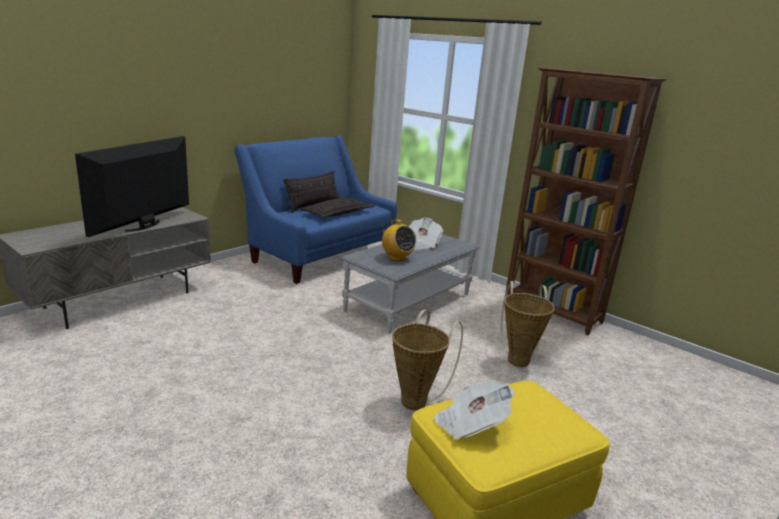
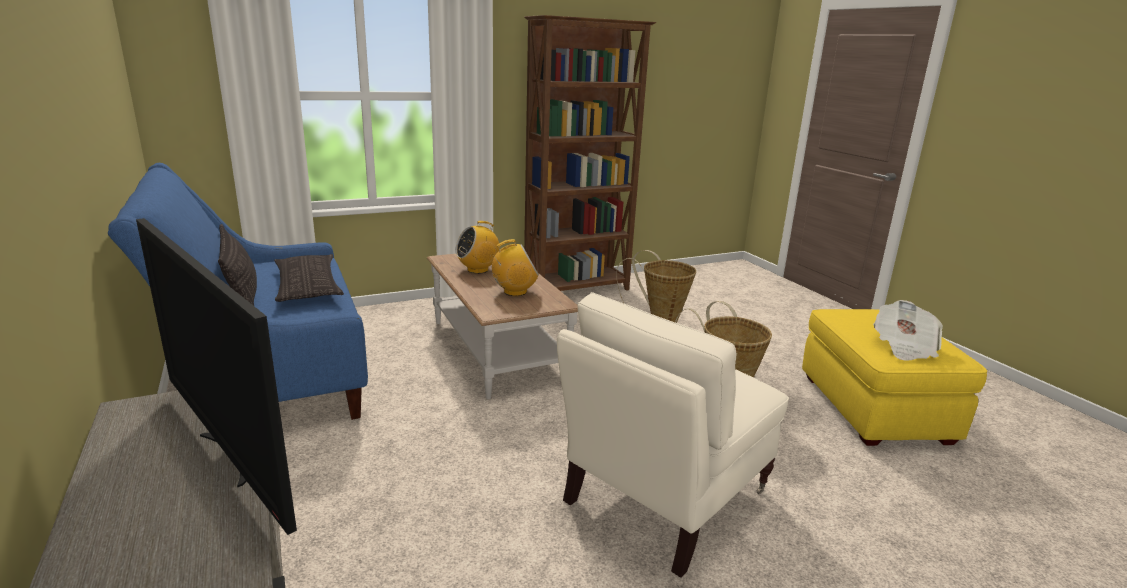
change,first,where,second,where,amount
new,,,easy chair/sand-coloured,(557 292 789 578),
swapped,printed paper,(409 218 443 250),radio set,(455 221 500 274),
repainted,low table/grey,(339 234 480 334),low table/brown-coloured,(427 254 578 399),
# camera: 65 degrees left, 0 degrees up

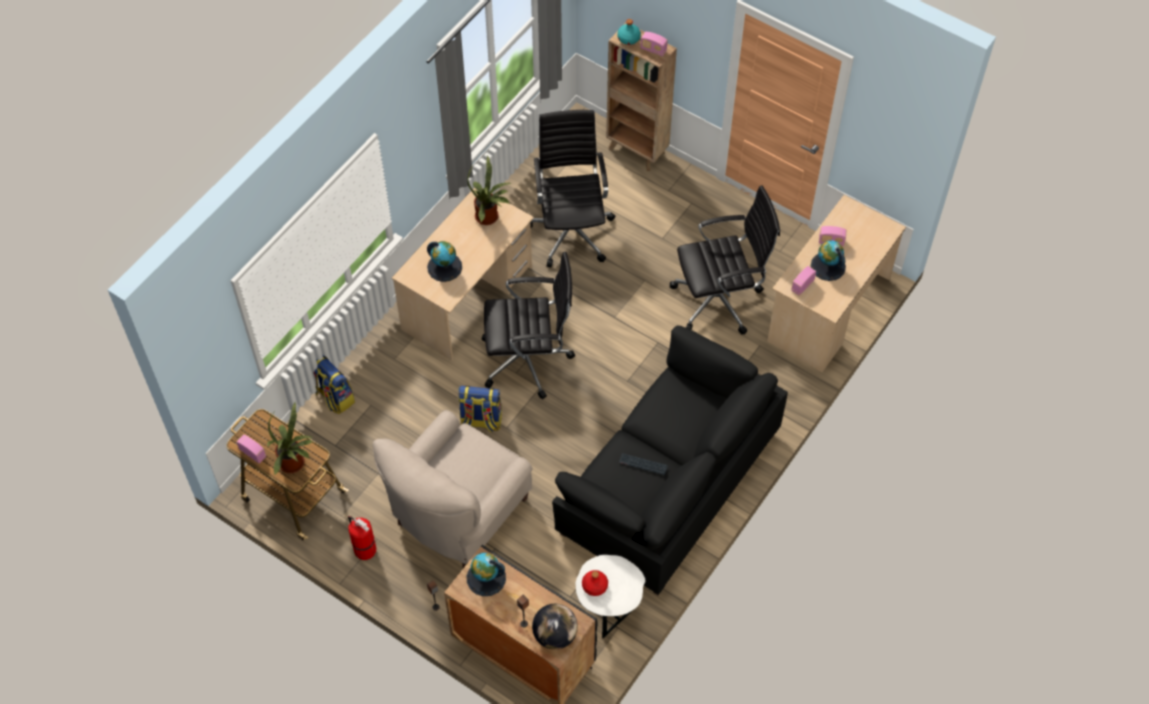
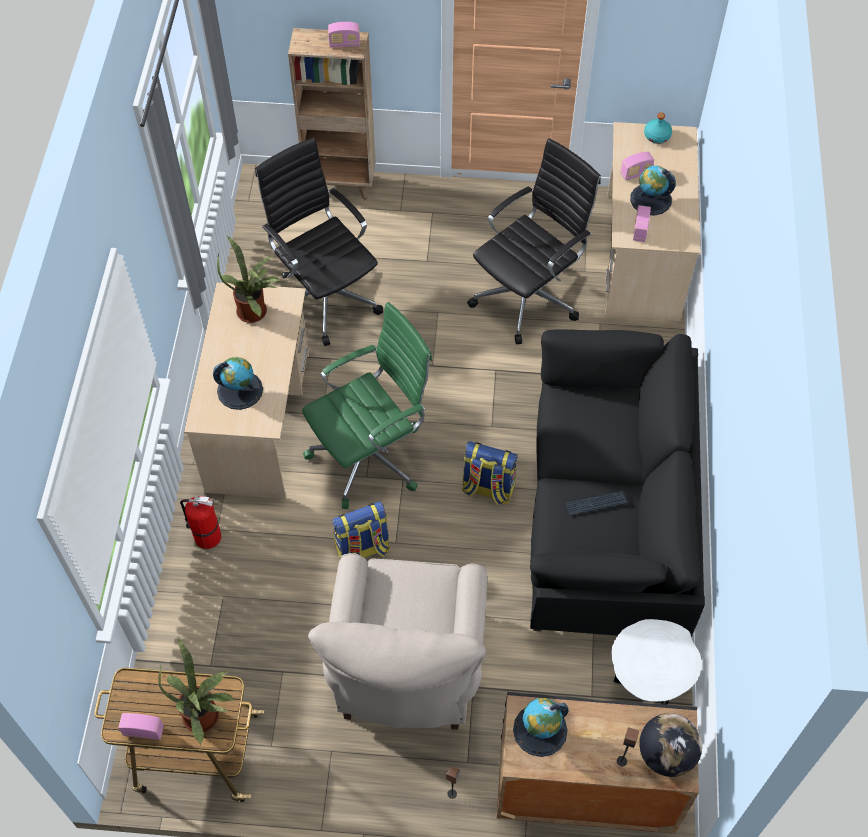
change,first,where,second,where,amount
gone,bottle/reddish,(582 570 608 596),,,
shifted,backpack,(314 354 355 414),,(462 441 518 505),
shifted,fire-fighting cylinder,(348 516 376 560),,(180 496 221 549),
shifted,bottle/blue-green,(617 19 641 45),,(644 113 672 144),
repainted,office chair/black,(482 252 575 399),office chair/green-coloured,(302 302 432 509),
# camera: 30 degrees left, 0 degrees up

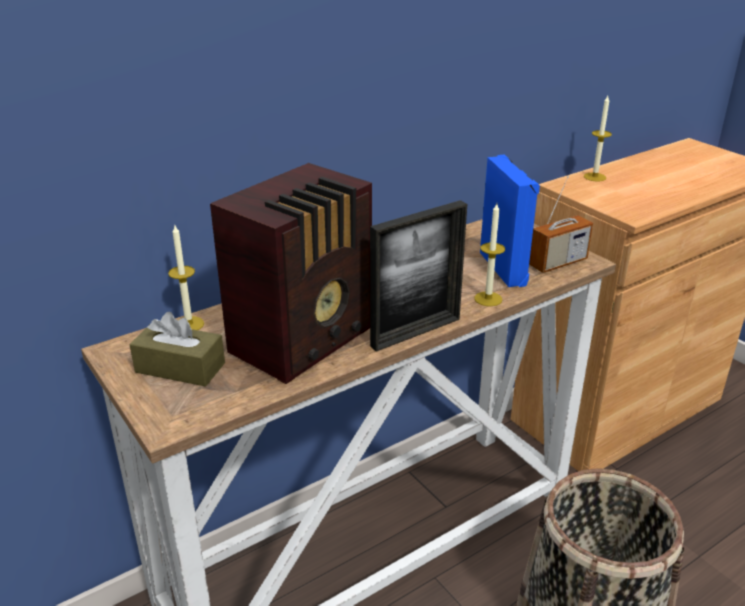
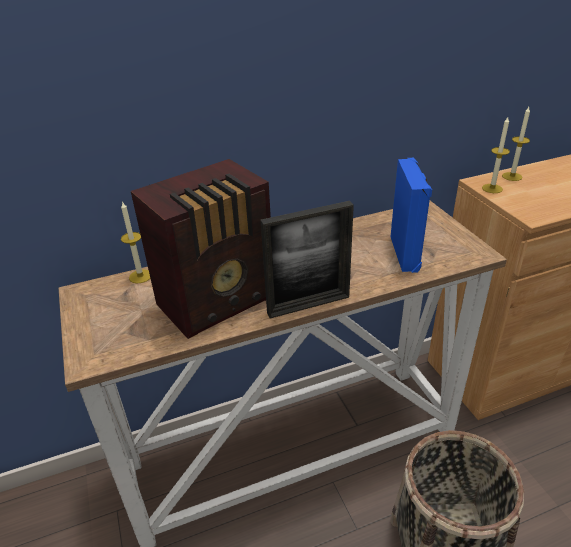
change,first,where,second,where,amount
gone,box of tissues/brown-coloured,(129 312 225 387),,,
gone,radio set,(529 175 593 273),,,
shifted,candle,(474 203 505 306),,(482 117 510 193),
# camera: 15 degrees right, 5 degrees up

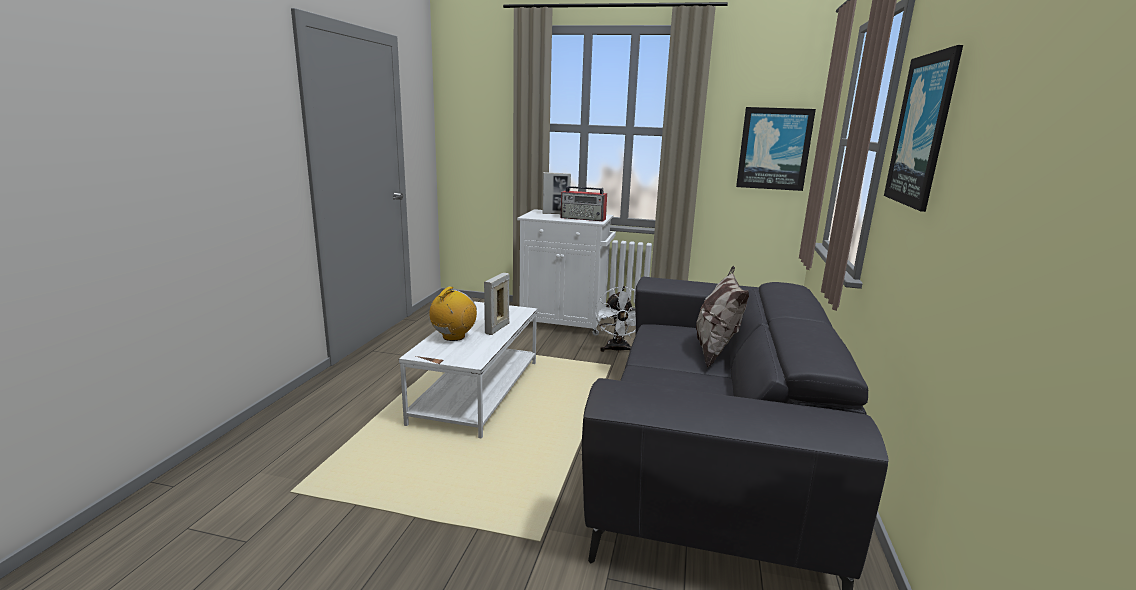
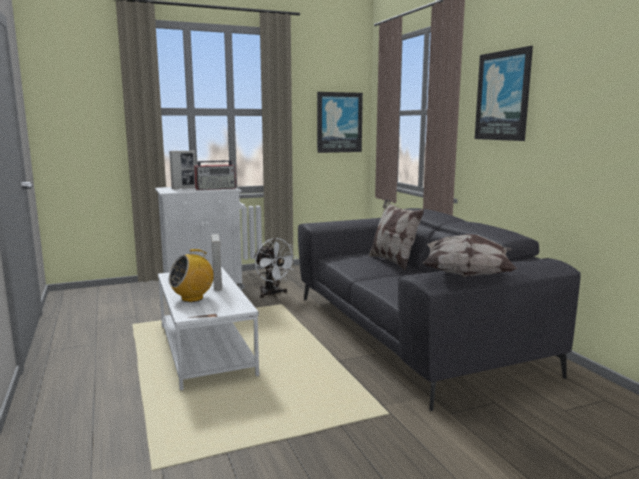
change,first,where,second,where,amount
new,,,throw pillow,(423 234 518 278),
rotated,radio set,(429 286 477 341),,(169 249 214 302),120 degrees counterclockwise
# camera: 35 degrees left, 5 degrees down

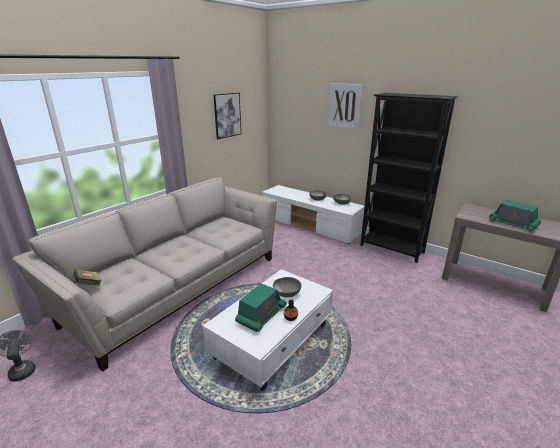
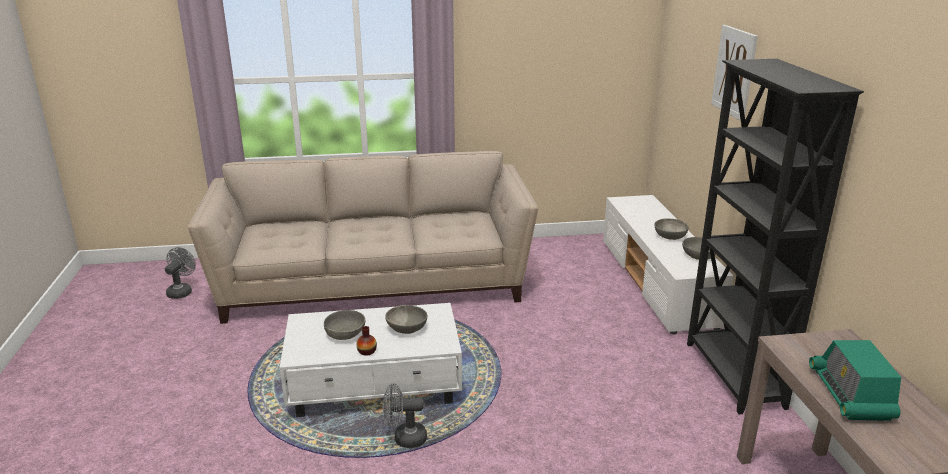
change,first,where,second,where,amount
gone,book,(73 270 101 286),,,
gone,picture,(213 92 241 139),,,
new,,,electric fan/grey,(383 383 427 448),
swapped,radio set,(235 283 287 332),bowl/grey,(324 310 365 340),
# camera: 45 degrees right, 0 degrees up

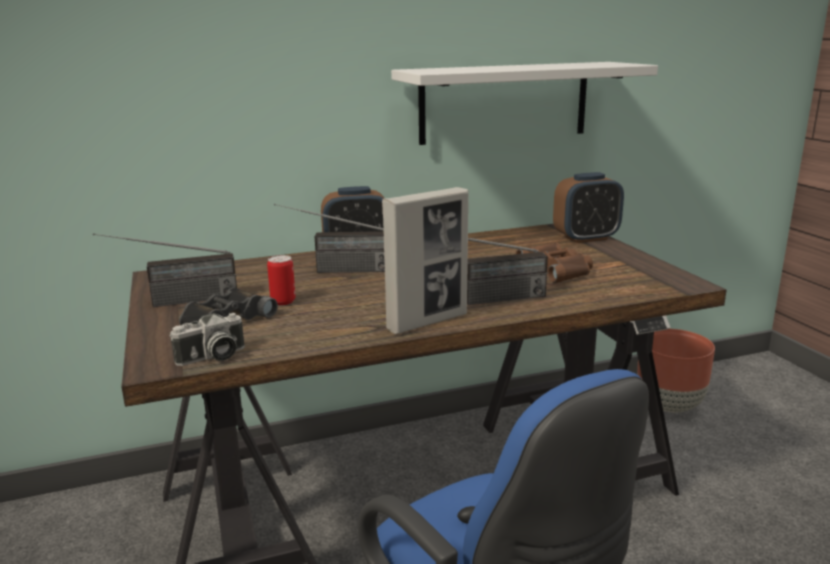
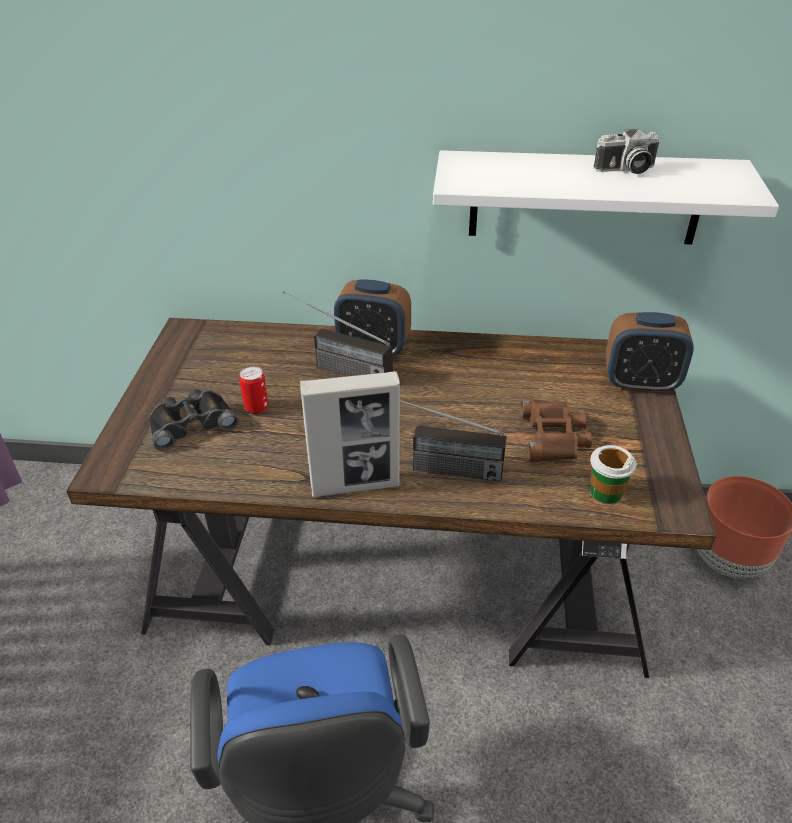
change,first,where,second,where,amount
gone,radio set,(93 233 237 307),,,
new,,,small cup,(590 445 637 504),
shifted,still camera,(170 313 245 366),,(594 129 660 174),
# camera: 25 degrees right, 20 degrees up

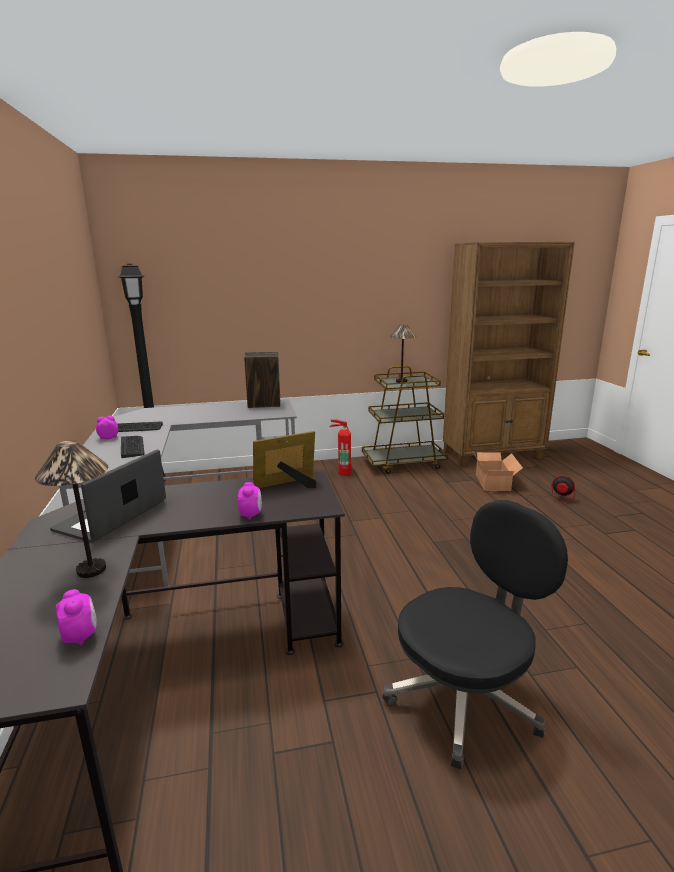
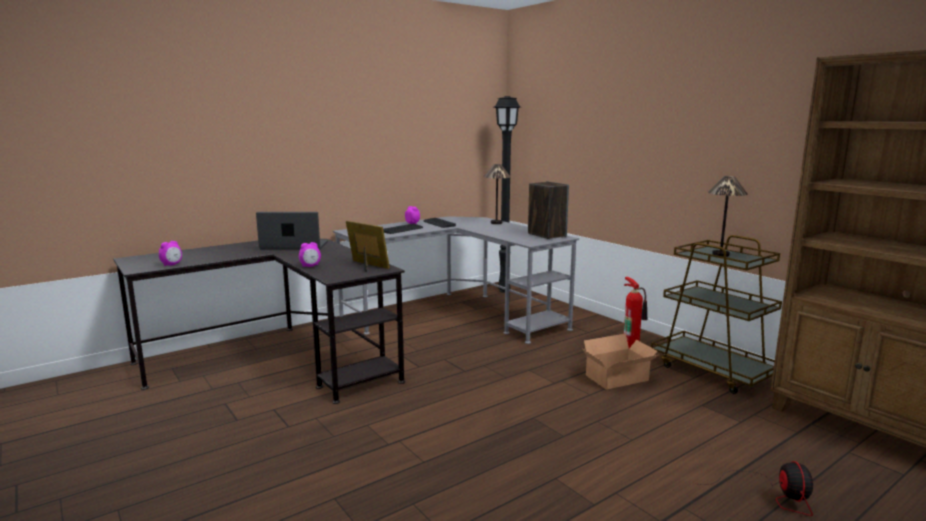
change,first,where,second,where,amount
gone,office chair/black,(383 500 568 770),,,
shifted,lamp for a table,(35 440 108 578),,(484 164 511 224),
shifted,carton,(474 452 523 491),,(583 334 658 389),
# camera: 65 degrees right, 5 degrees down

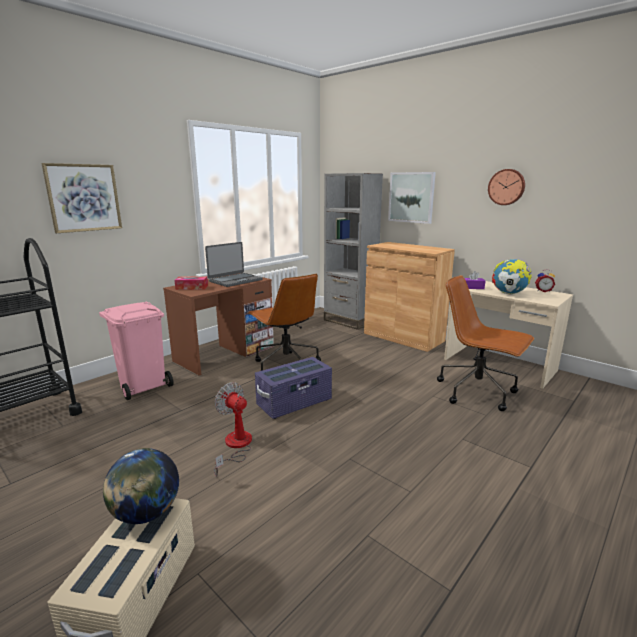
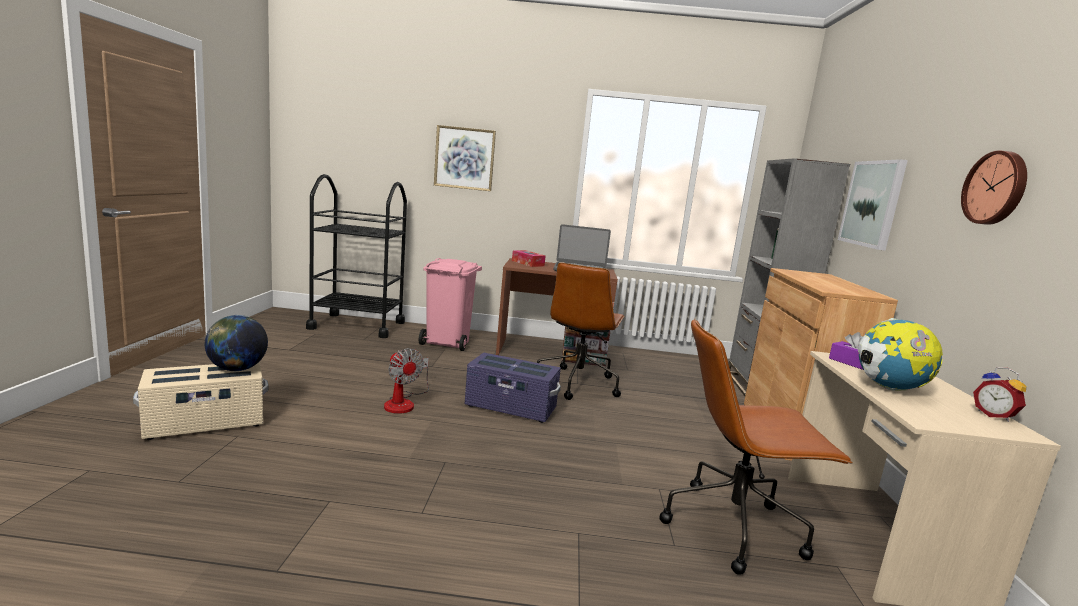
change,first,where,second,where,amount
rotated,electric fan,(214 382 252 477),,(384 348 429 414),135 degrees clockwise
rotated,office chair/brown-coloured,(437 275 534 411),,(660 318 853 575),90 degrees counterclockwise
# camera: 50 degrees right, 5 degrees down

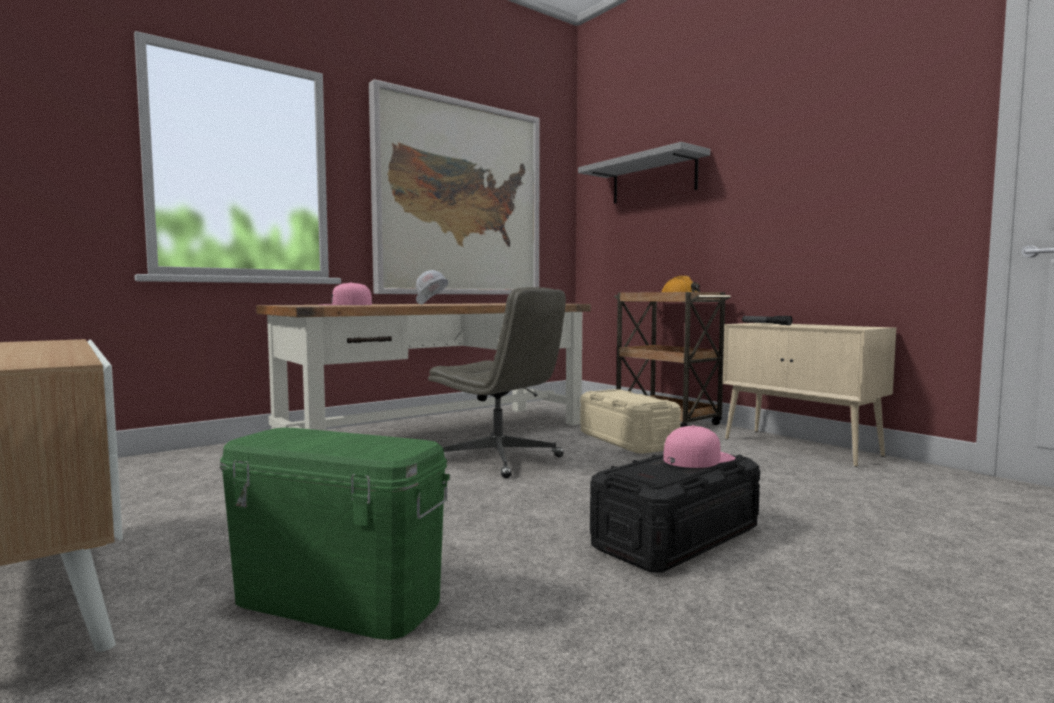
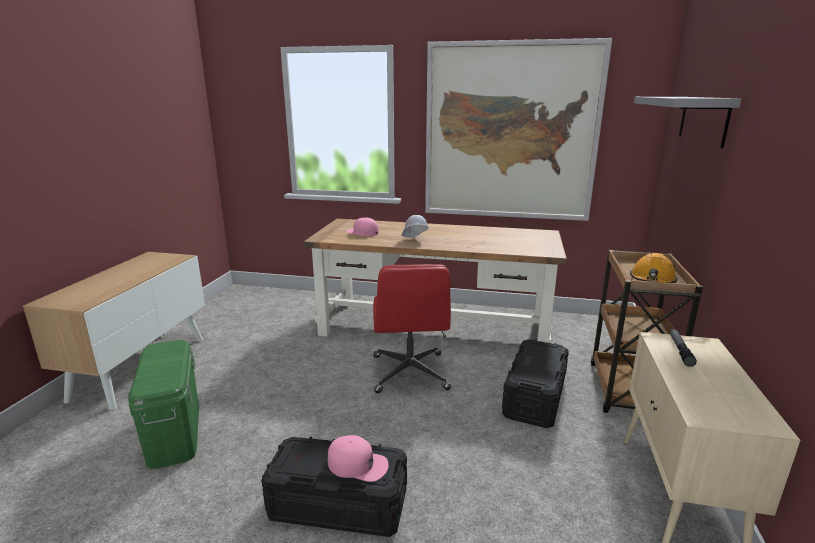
change,first,where,second,where,amount
repainted,office chair/grey,(428 287 566 478),office chair/reddish,(373 264 451 393),
repainted,storage container/sand-coloured,(580 389 681 454),storage container/black,(502 339 569 428),
# camera: 50 degrees right, 15 degrees up

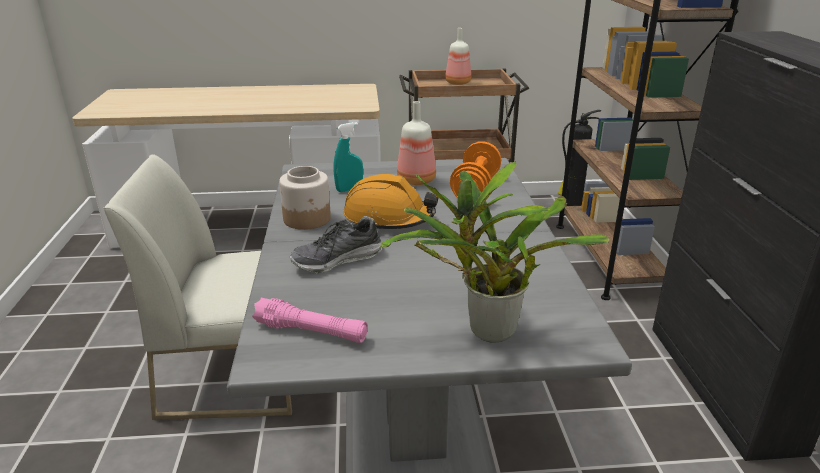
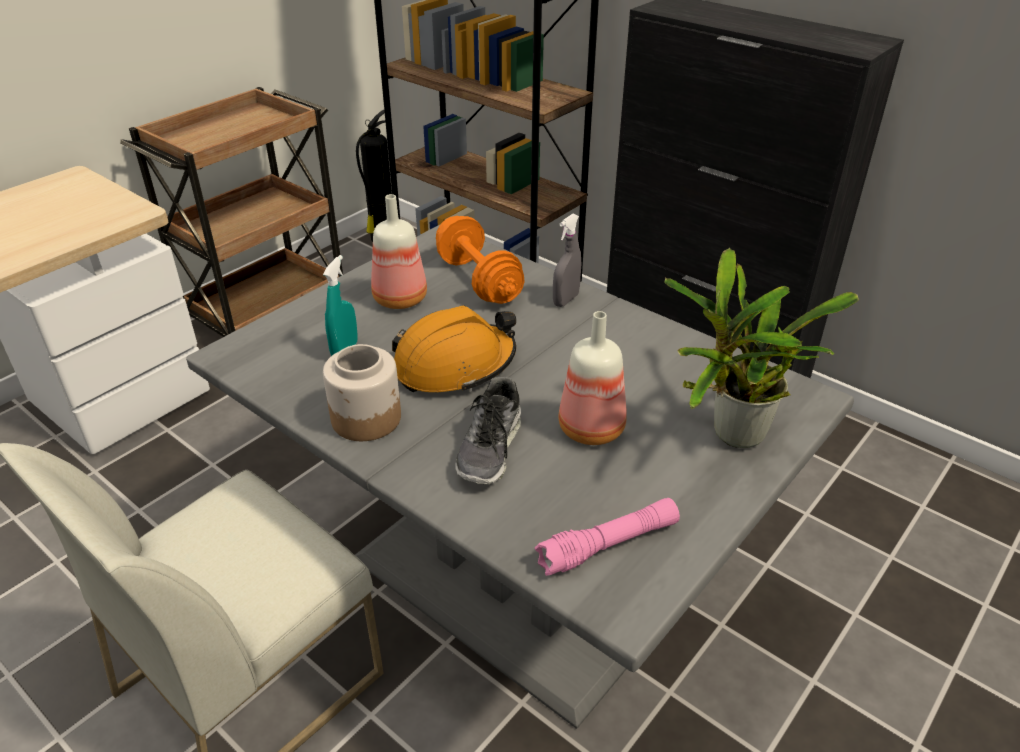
change,first,where,second,where,amount
new,,,hand sprayer/grey,(553 214 581 307),
shifted,bottle,(445 28 471 85),,(558 311 627 445),
# camera: 45 degrees left, 10 degrees up

